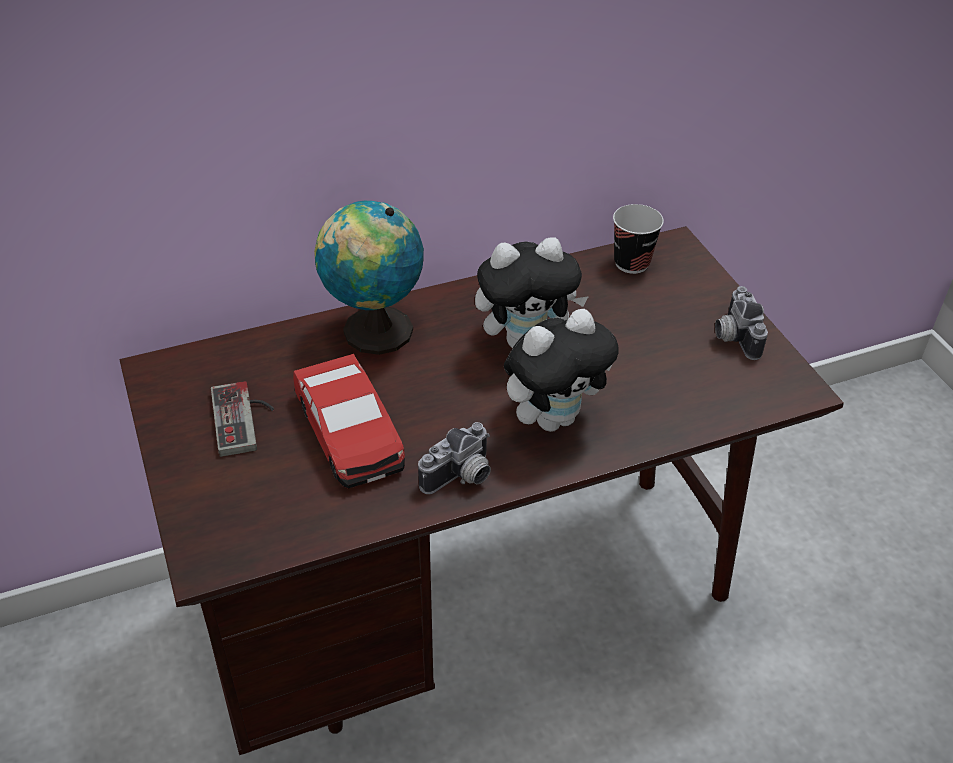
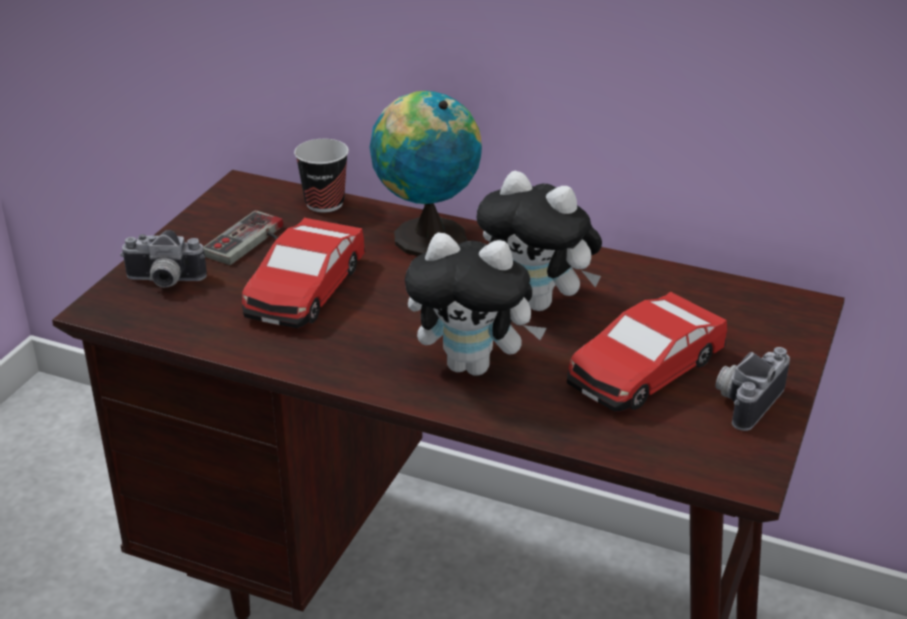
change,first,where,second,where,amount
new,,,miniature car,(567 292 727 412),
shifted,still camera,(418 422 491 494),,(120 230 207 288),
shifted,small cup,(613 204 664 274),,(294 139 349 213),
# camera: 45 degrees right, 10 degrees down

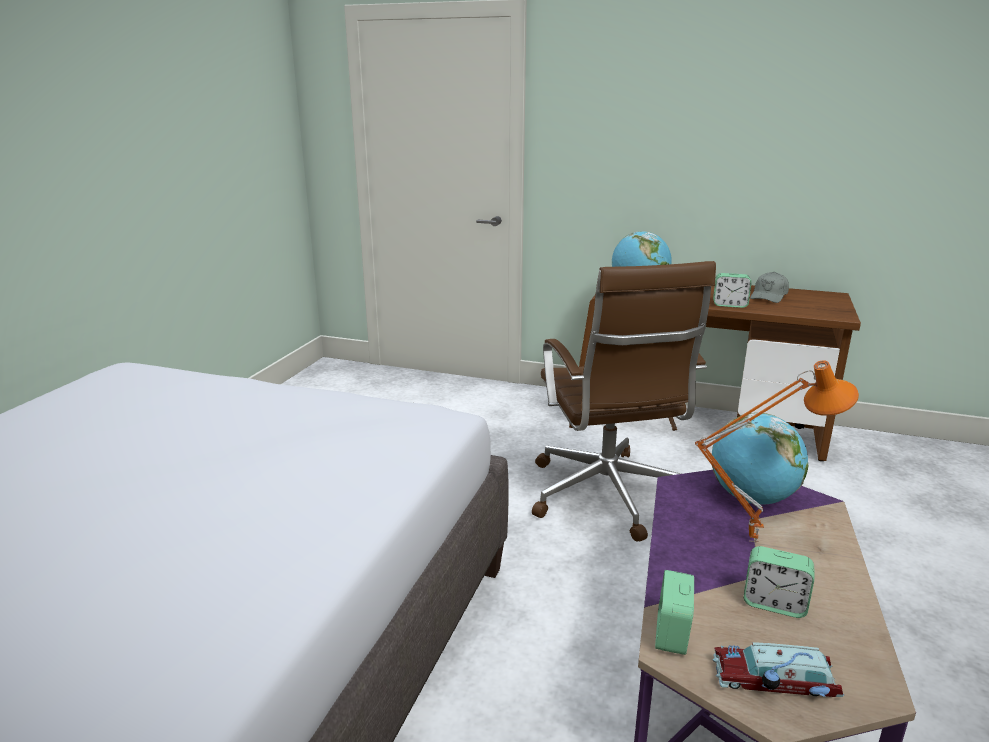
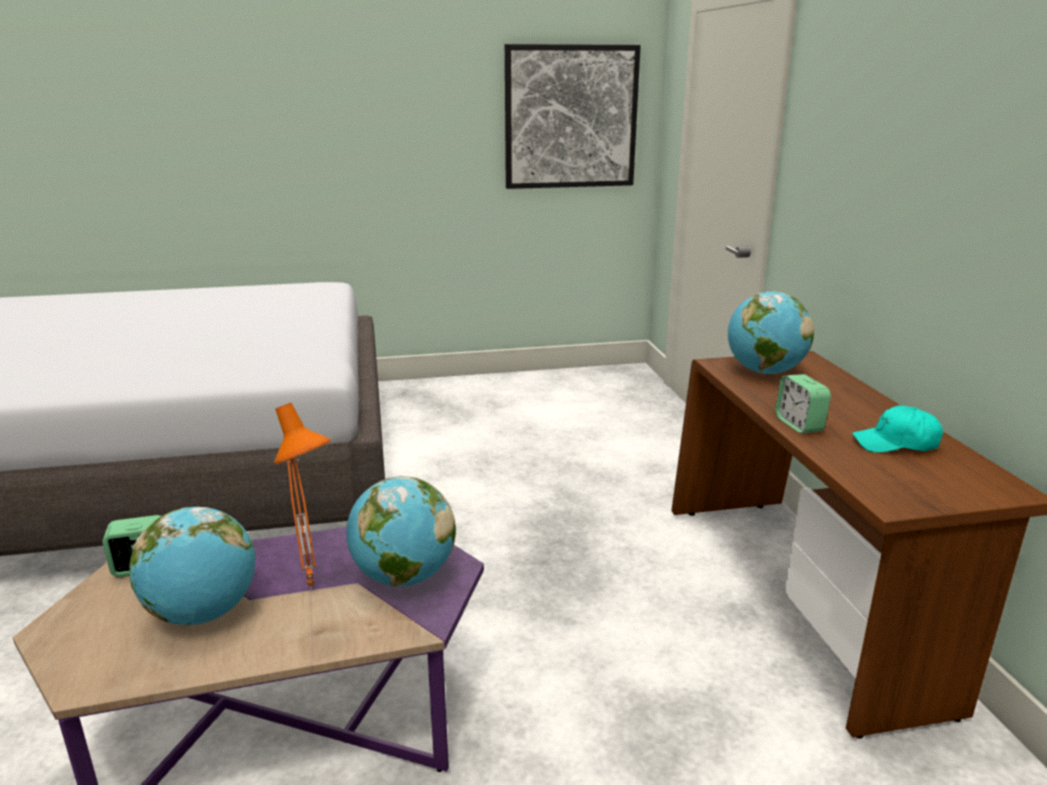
change,first,where,second,where,amount
gone,office chair/brown-coloured,(532 261 716 542),,,
gone,miniature car,(713 642 844 697),,,
new,,,picture,(505 44 641 189),
swapped,alarm clock,(744 546 815 618),world globe,(129 506 256 626),
repainted,peaked cap/grey,(750 272 789 303),peaked cap/blue-green,(852 405 943 453),
# camera: 60 degrees right, 0 degrees up

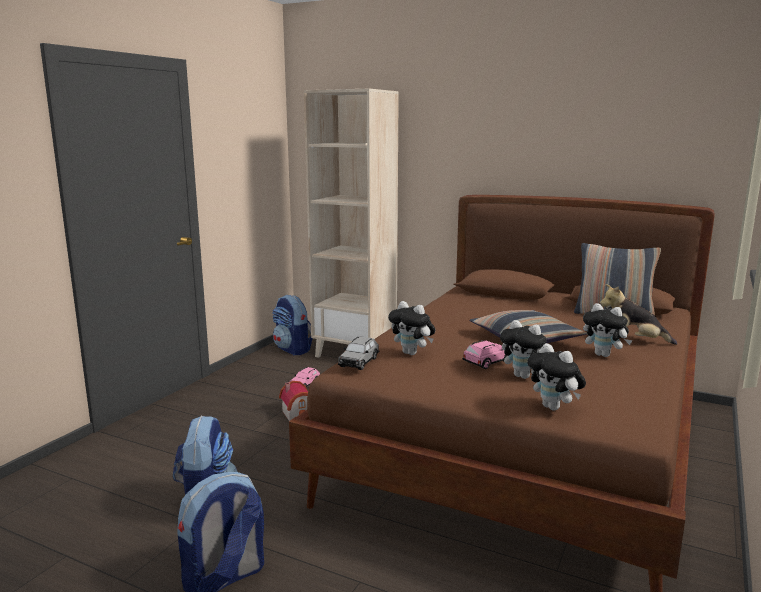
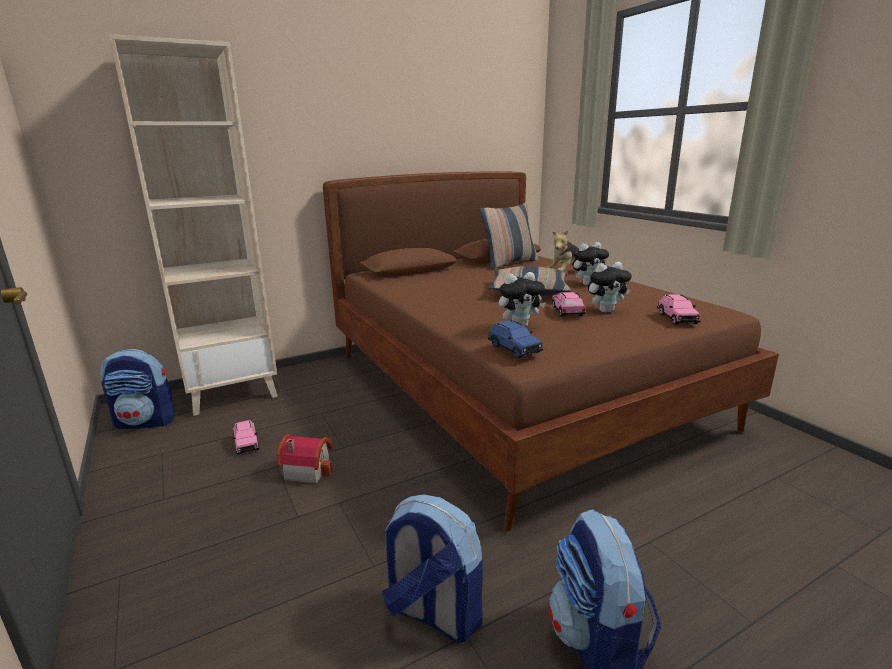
change,first,where,second,where,amount
swapped,plush toy,(527 343 586 410),miniature car/pinkish,(657 294 701 325),
repainted,miniature car/grey,(338 337 380 370),miniature car/blue-coloured,(488 320 543 358),
# camera: 55 degrees left, 5 degrees up

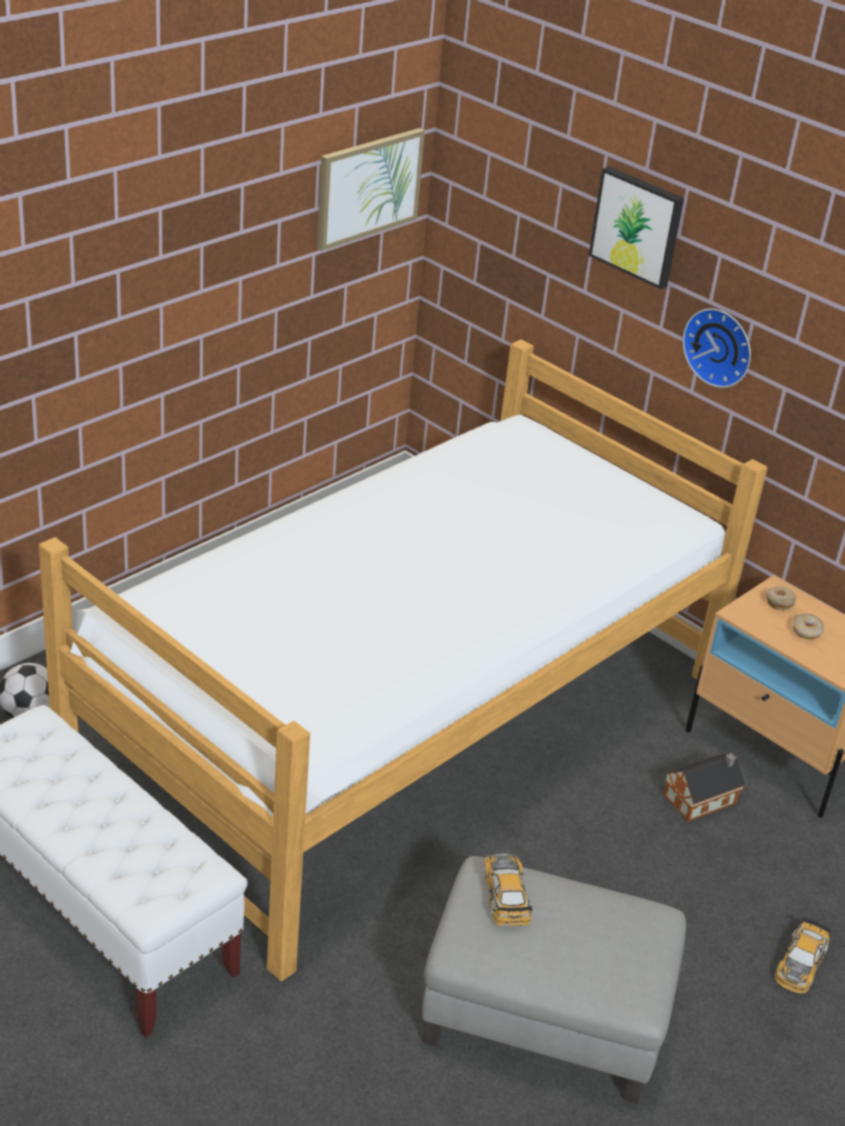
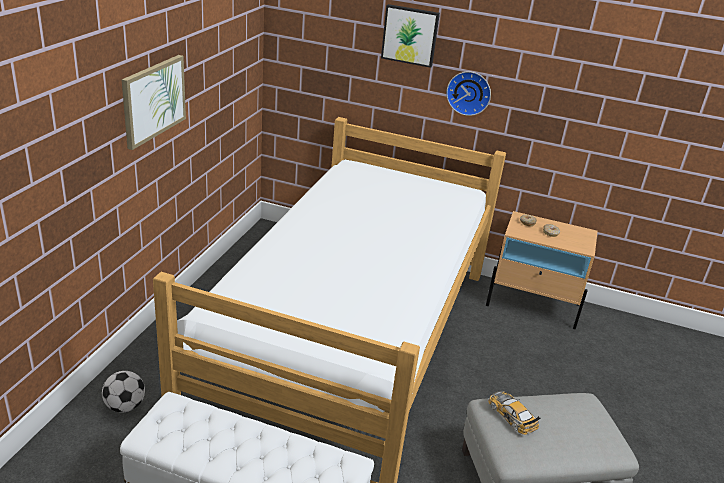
change,first,where,second,where,amount
gone,model house,(663 752 746 822),,,
gone,miniature car,(775 917 832 994),,,
shifted,picture,(317 128 425 251),,(122 55 186 150),
# camera: 25 degrees left, 5 degrees down

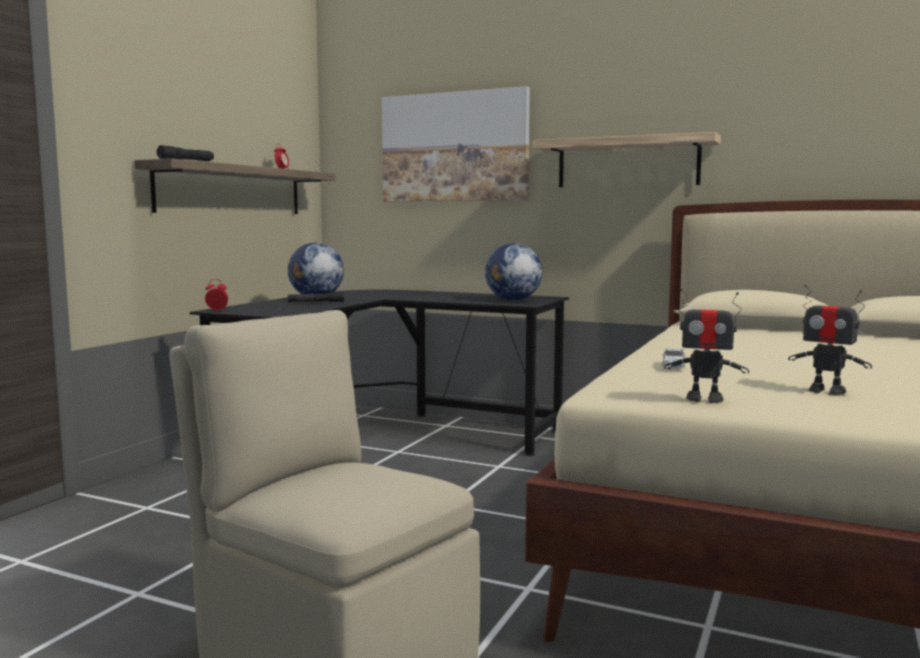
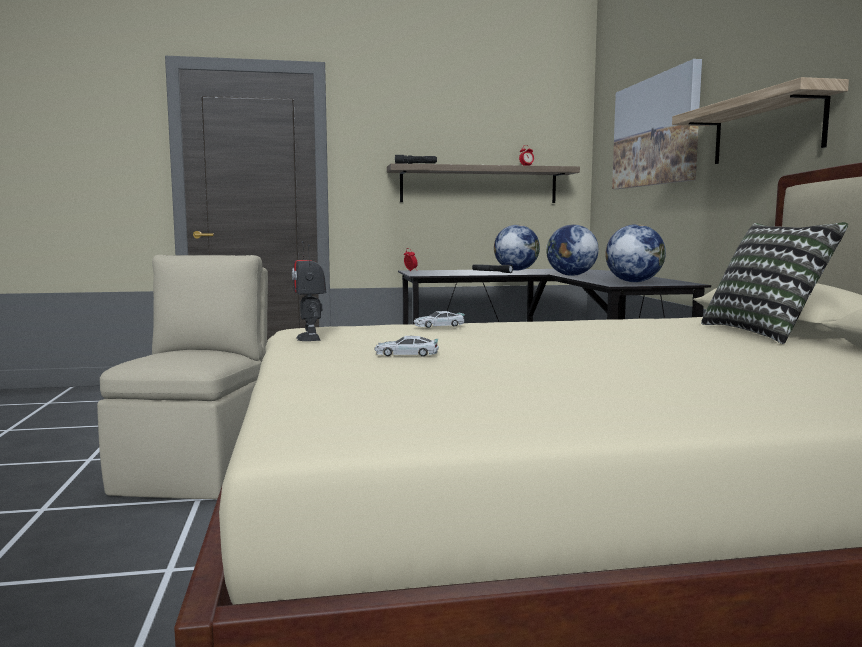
change,first,where,second,where,amount
new,,,world globe,(546 224 599 276),
new,,,throw pillow,(701 222 848 344),
swapped,toy robot,(788 285 872 395),miniature car,(374 336 439 357),
# camera: 55 degrees right, 0 degrees up

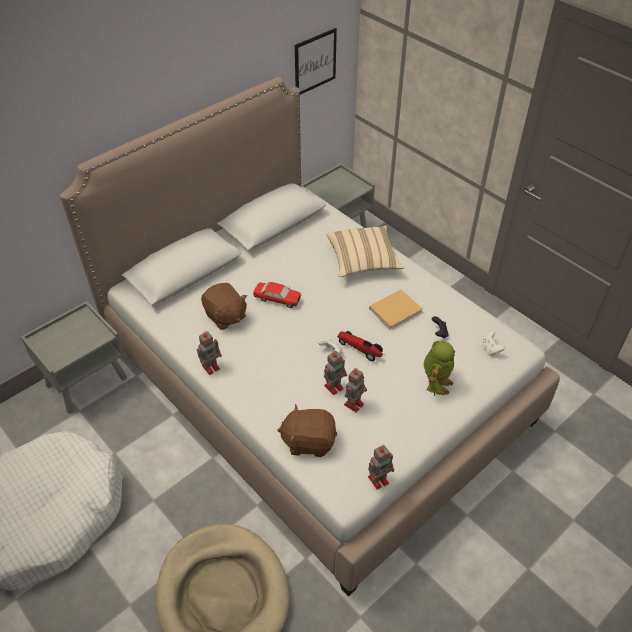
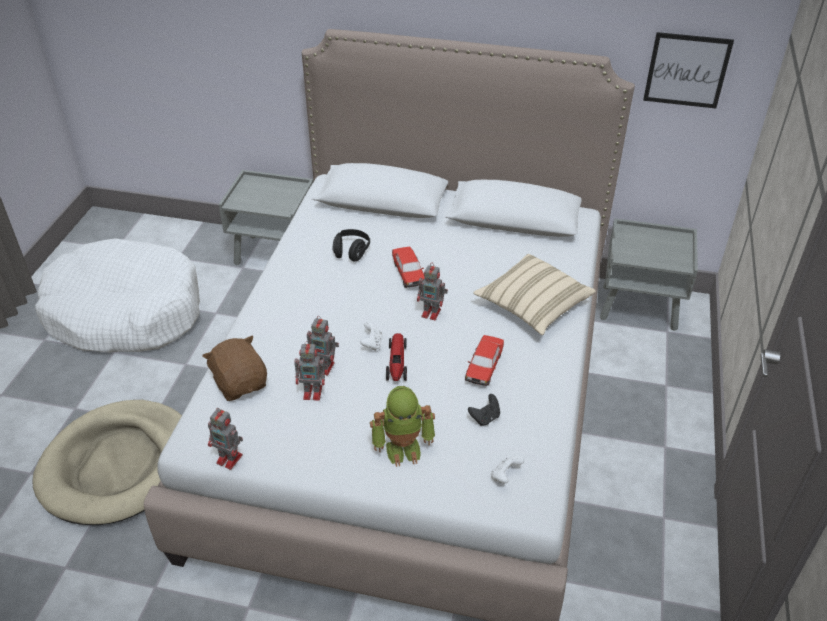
change,first,where,second,where,amount
shifted,toy robot,(197 331 222 375),,(417 264 448 320),
swapped,plush toy/brown-coloured,(201 283 247 330),headset/black,(332 229 370 261),
swapped,book/sand-coloured,(369 289 423 330),miniature car,(465 335 504 386),
# camera: 55 degrees right, 5 degrees down

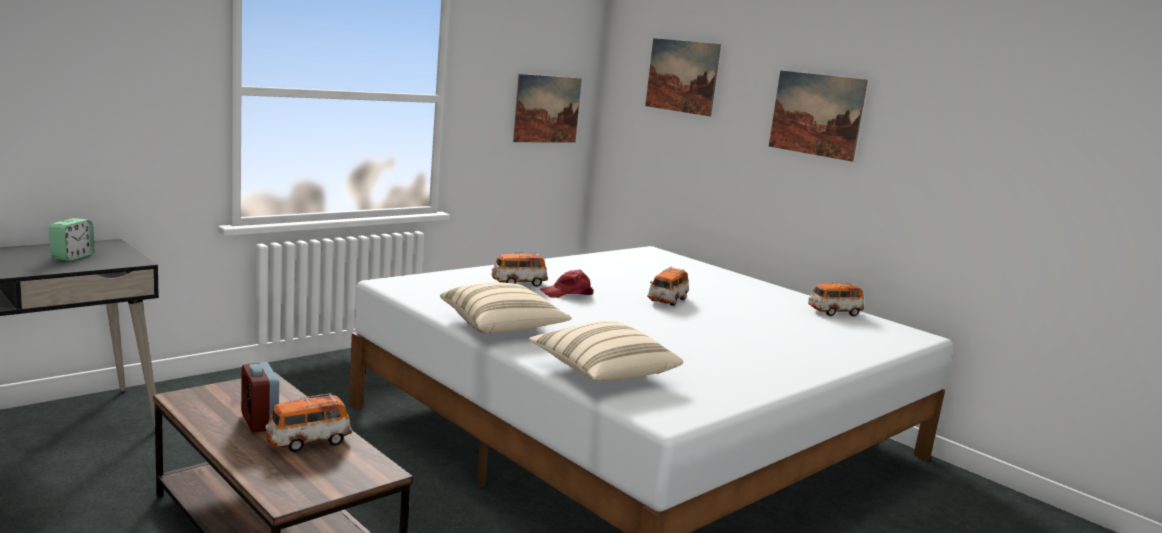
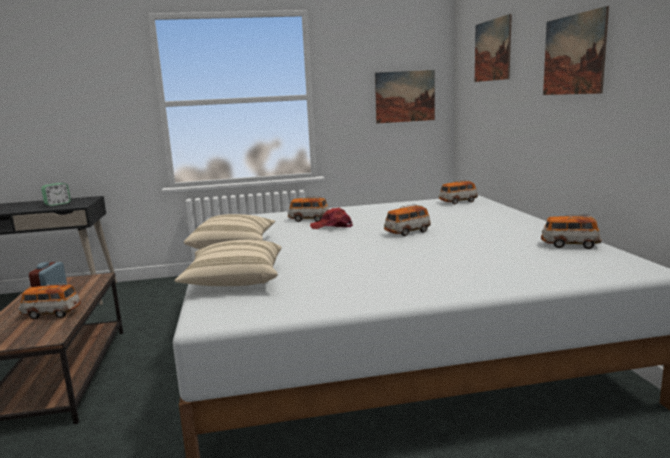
change,first,where,second,where,amount
new,,,miniature car,(439 180 478 204),
# camera: 35 degrees right, 0 degrees up

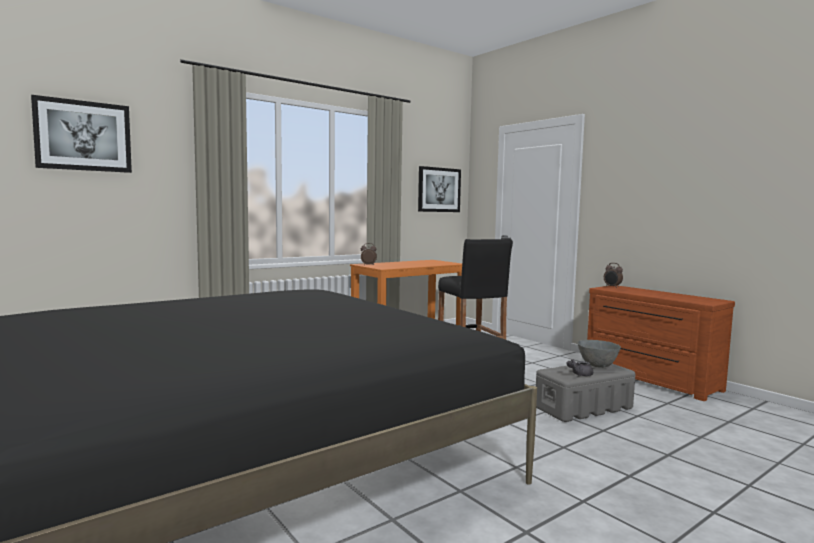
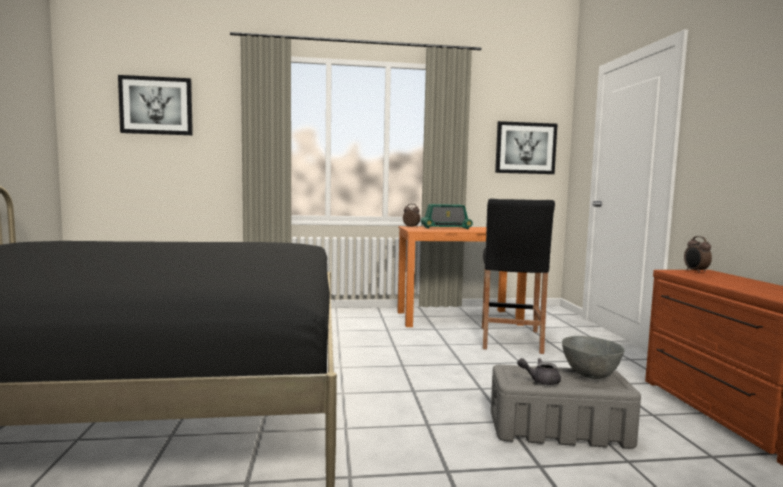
change,first,where,second,where,amount
new,,,radio set,(421 204 473 229),
# camera: 30 degrees right, 0 degrees up

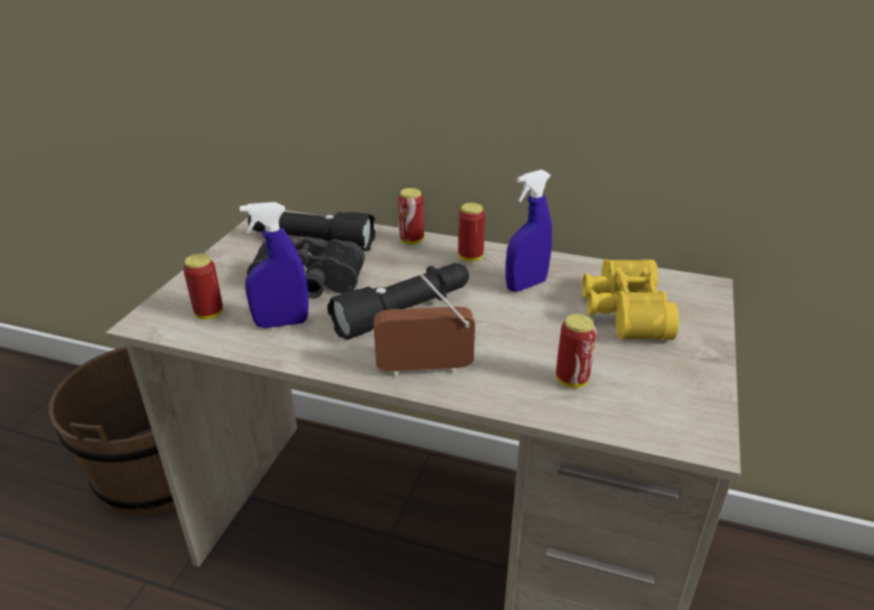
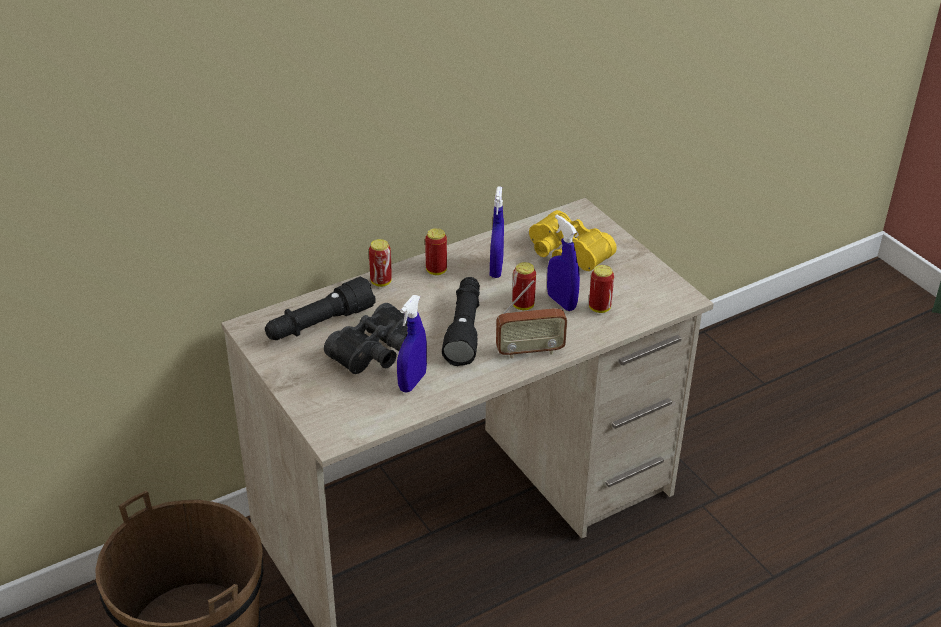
change,first,where,second,where,amount
new,,,hand sprayer/blue-coloured,(547 214 580 311),
shifted,can,(183 254 223 320),,(512 262 536 310),
rotated,radio set,(374 274 475 377),,(496 280 567 359),135 degrees counterclockwise
# camera: 50 degrees left, 5 degrees up

